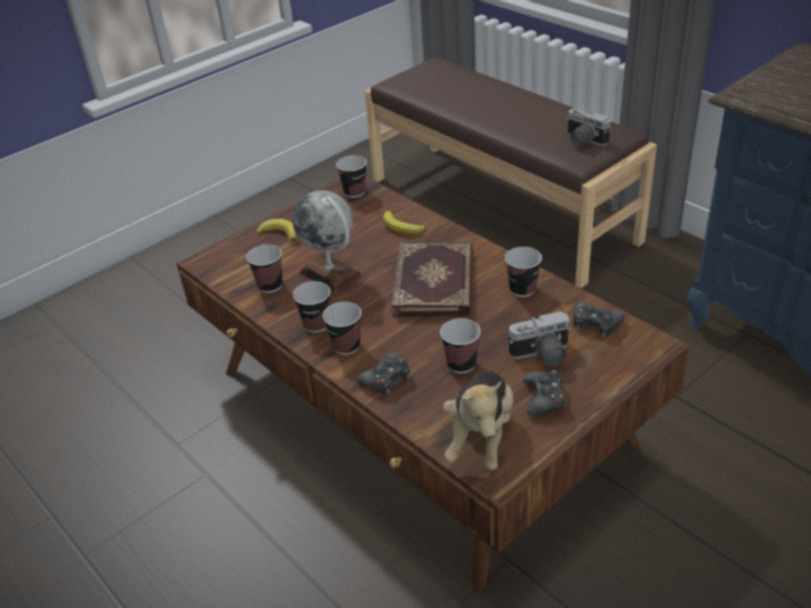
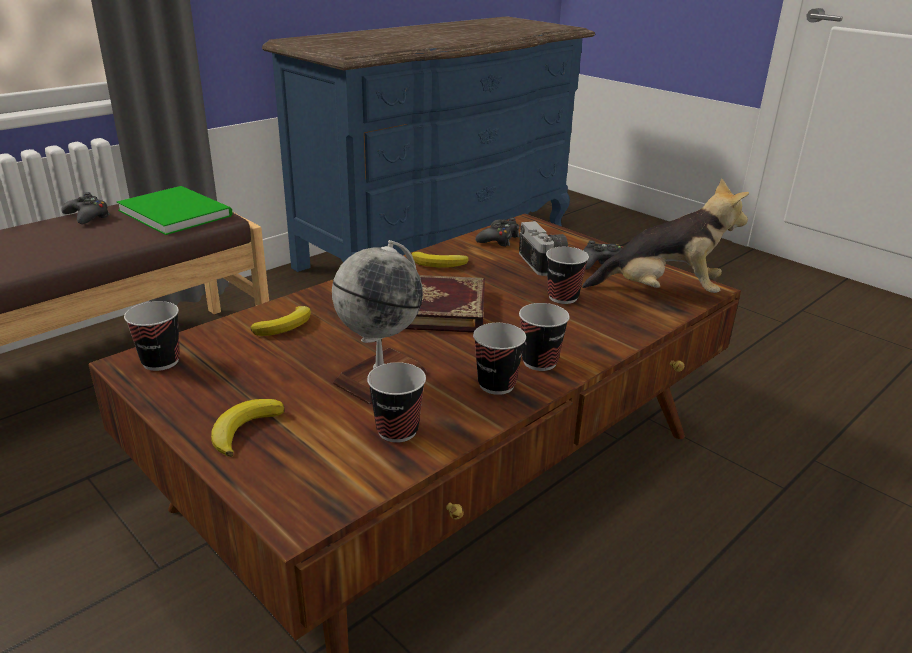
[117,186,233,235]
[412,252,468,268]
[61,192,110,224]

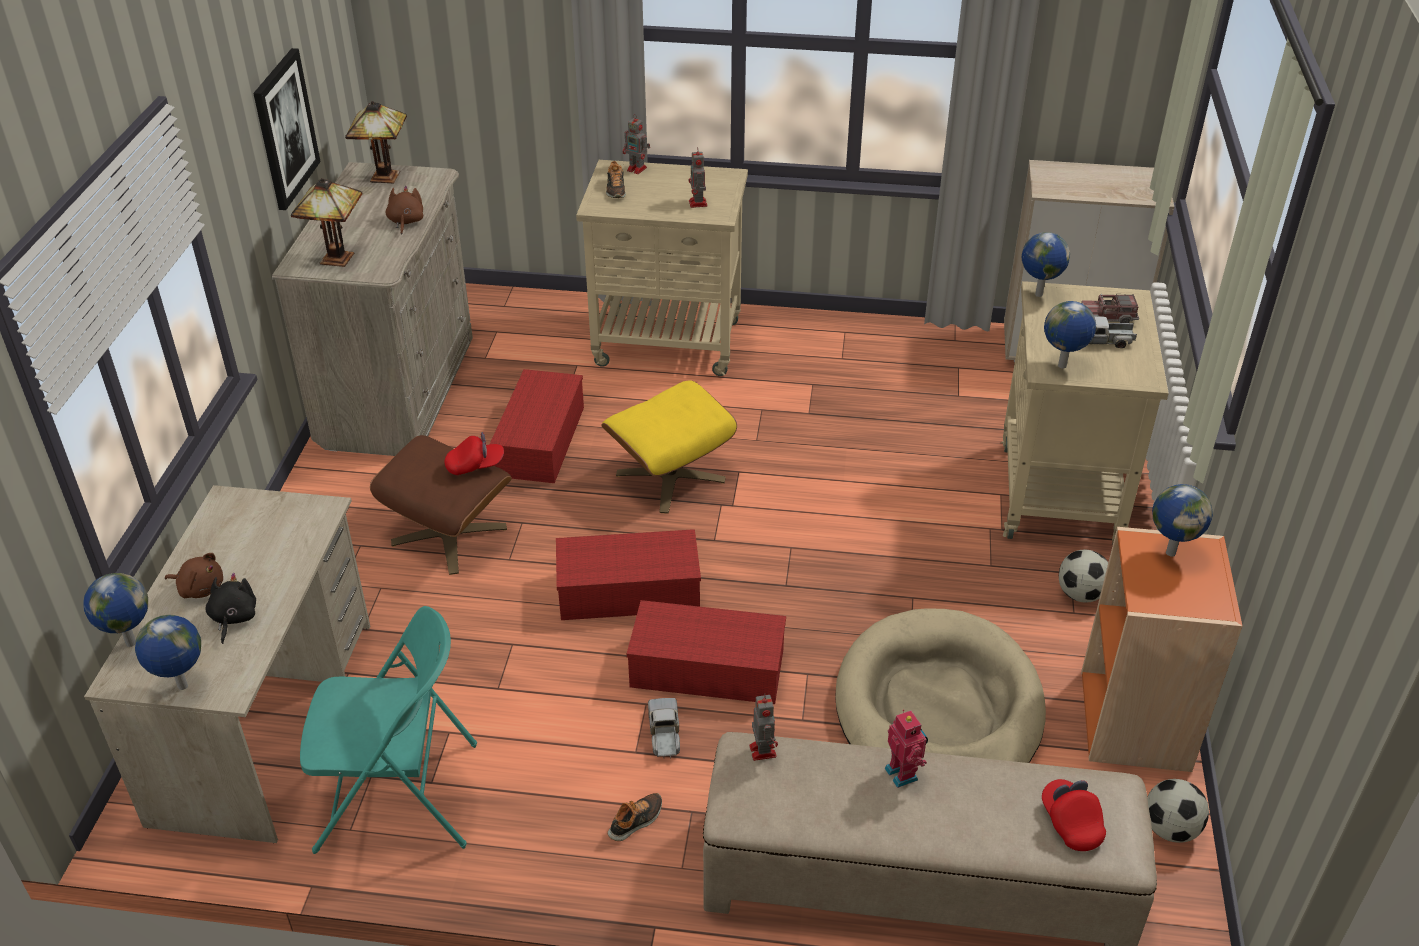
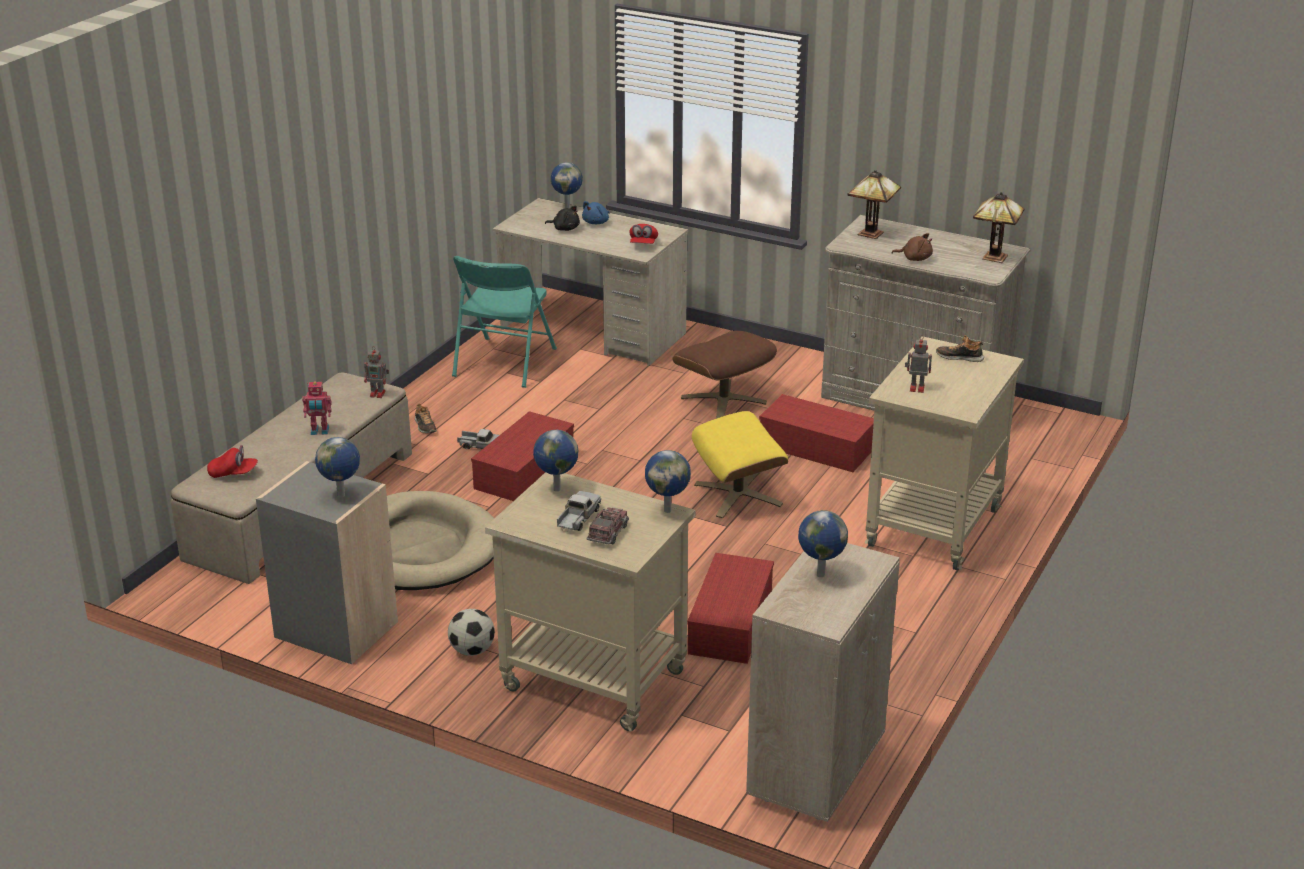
[253,48,321,210] (first image)
[623,114,650,174] (first image)
[629,224,658,244]
[256,461,398,664]
[687,553,774,664]
[582,201,610,224]
[798,510,848,577]
[1147,779,1209,843] (first image)

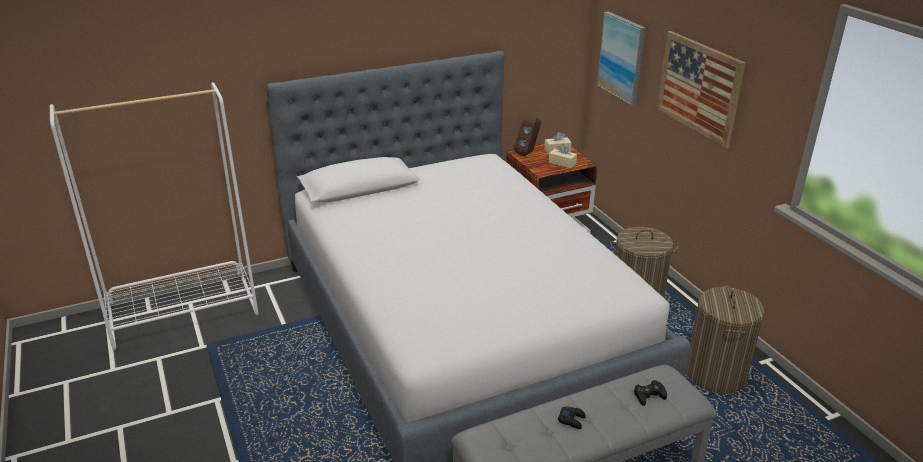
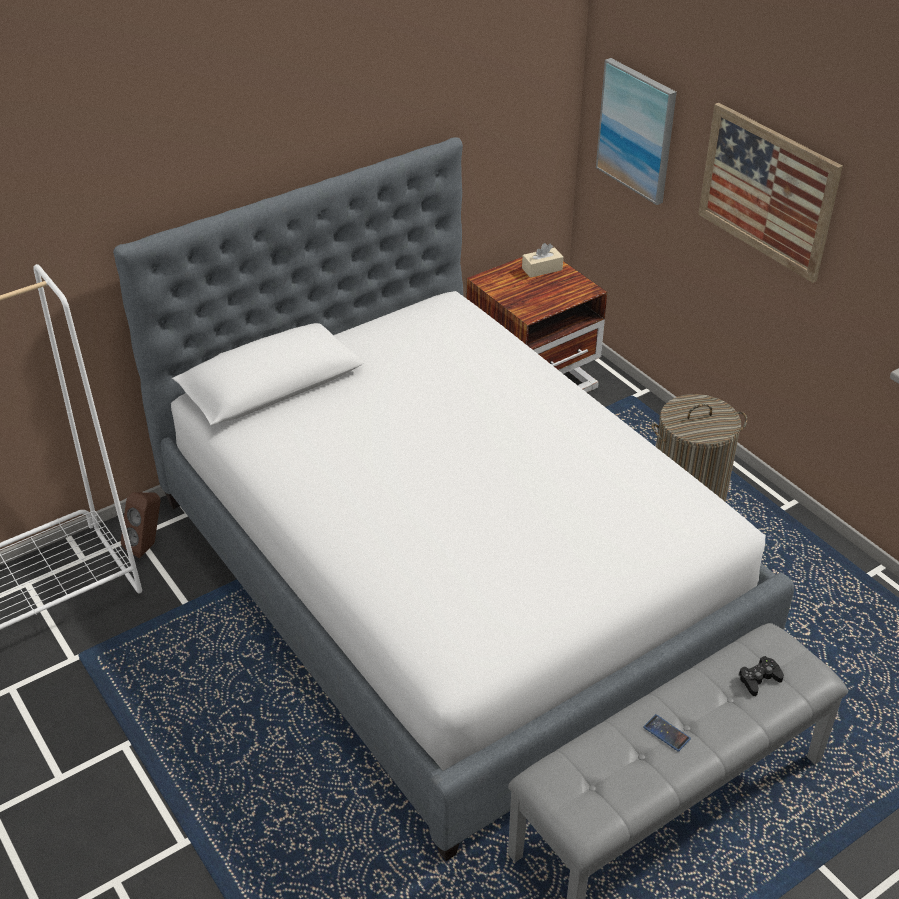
[121,492,160,558]
[549,144,577,168] (first image)
[686,286,764,394] (first image)
[643,714,691,752]

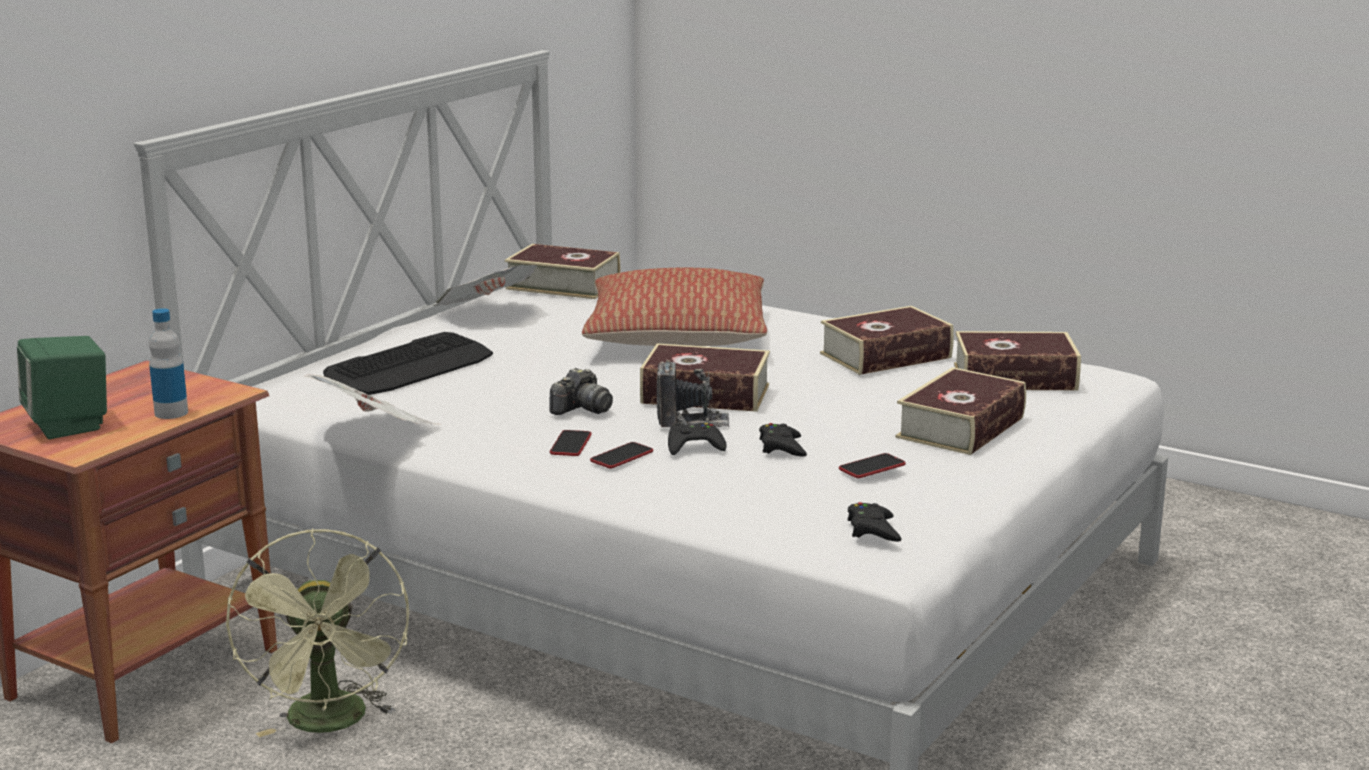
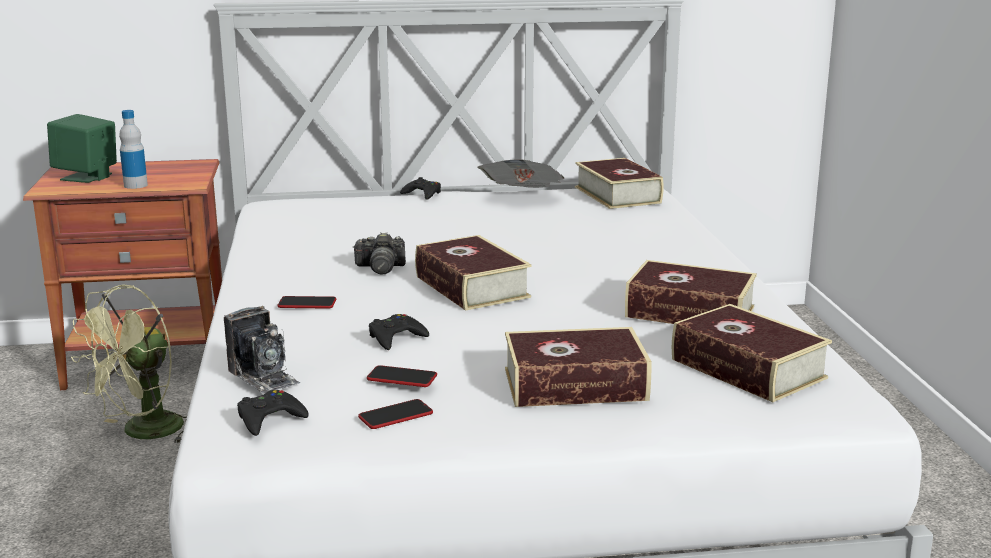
[582,268,767,346] (first image)
[323,332,493,395] (first image)
[224,306,300,394]
[305,375,442,425] (first image)
[400,177,441,200]
[358,399,433,429]

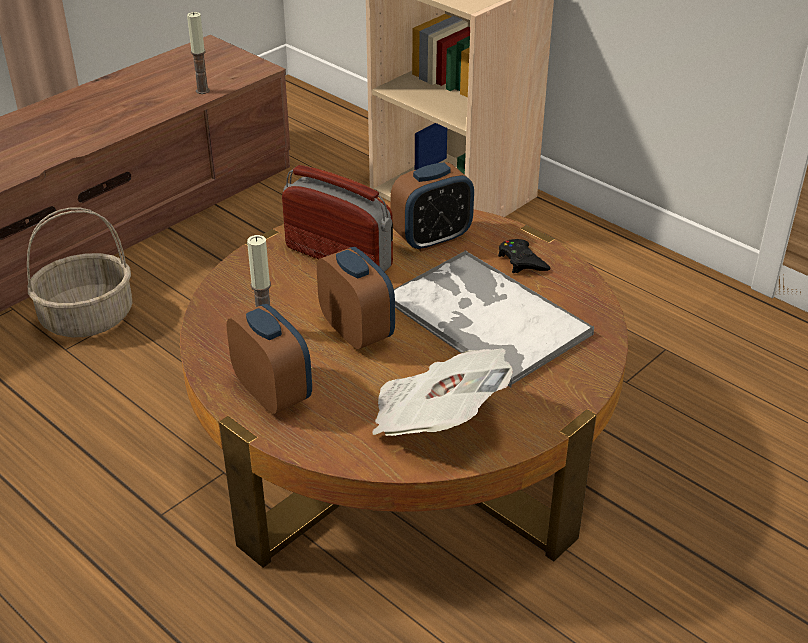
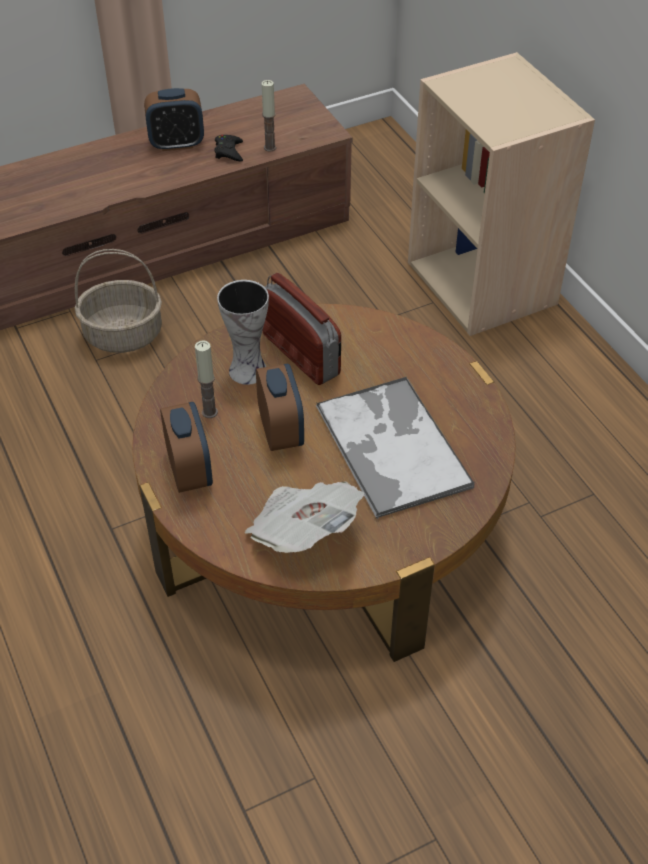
[144,88,204,151]
[214,135,243,162]
[217,280,269,385]

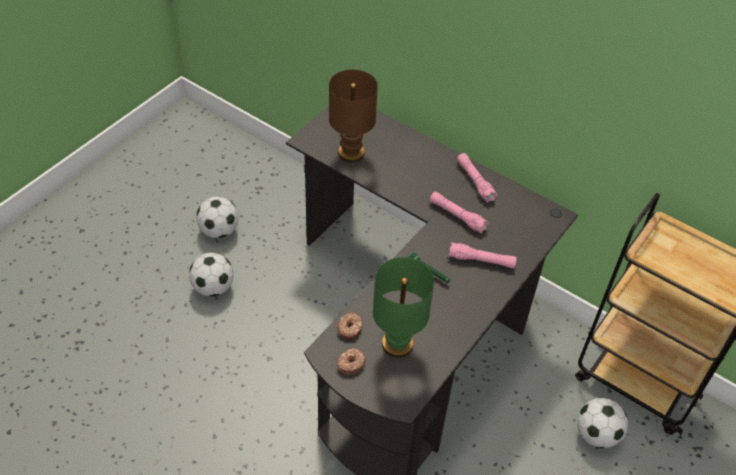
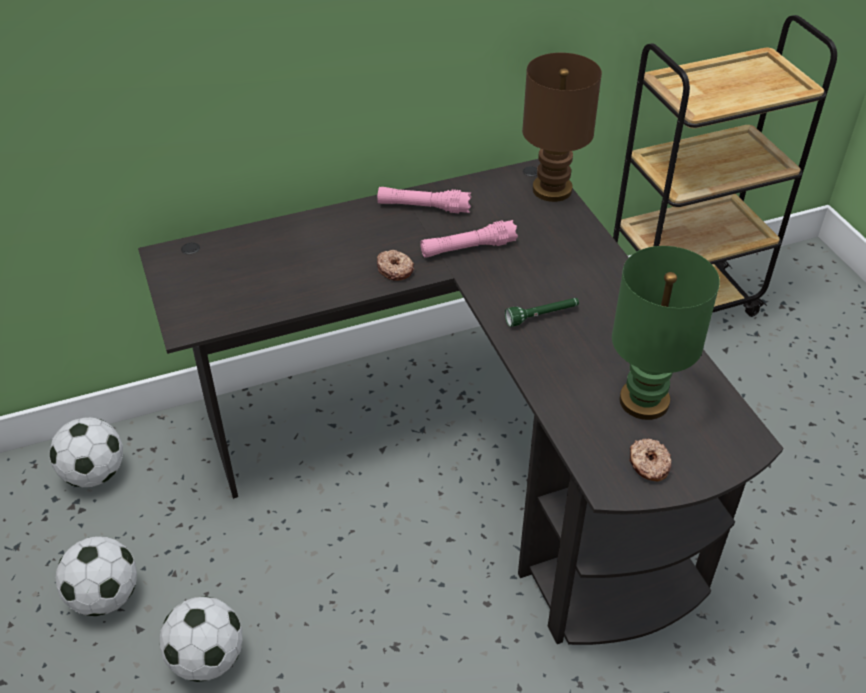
[522,53,602,202]
[449,243,516,268] (first image)
[377,250,414,281]
[50,417,123,487]

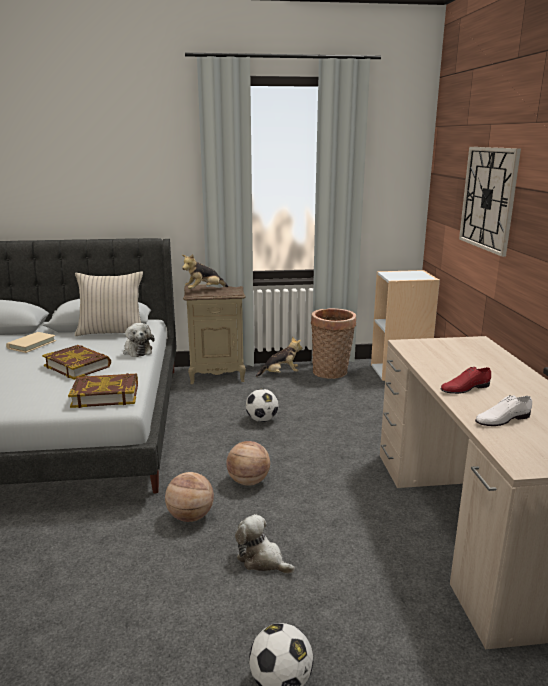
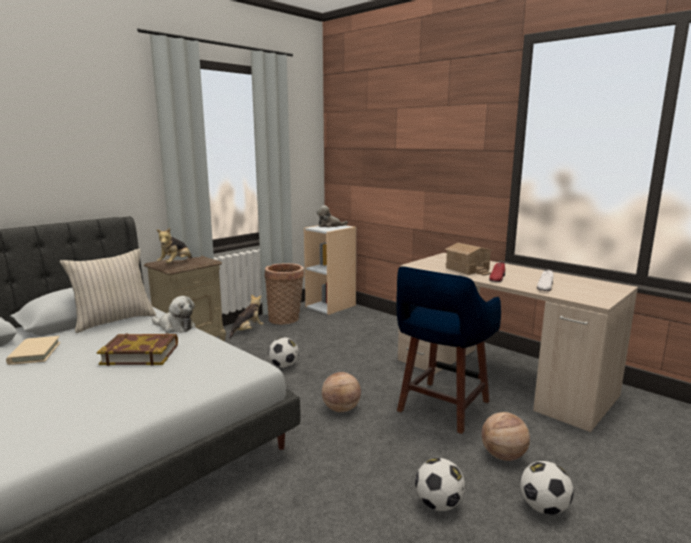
[459,147,521,257] (first image)
[68,373,138,408] (first image)
[482,412,530,461]
[316,205,348,227]
[445,243,492,276]
[396,267,501,434]
[415,458,465,511]

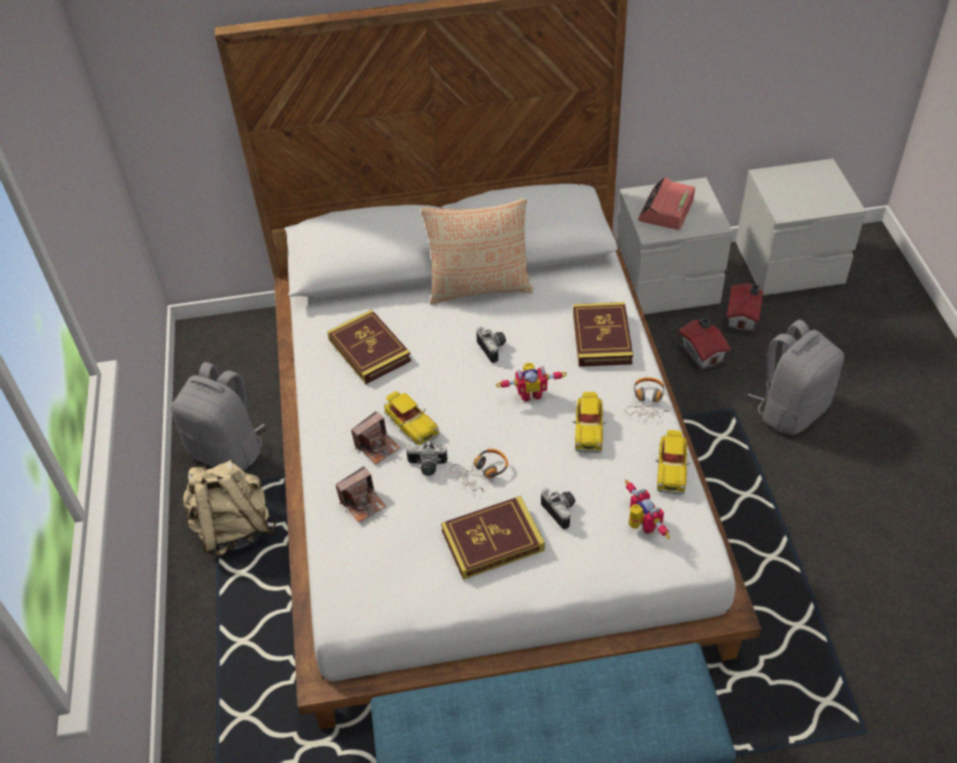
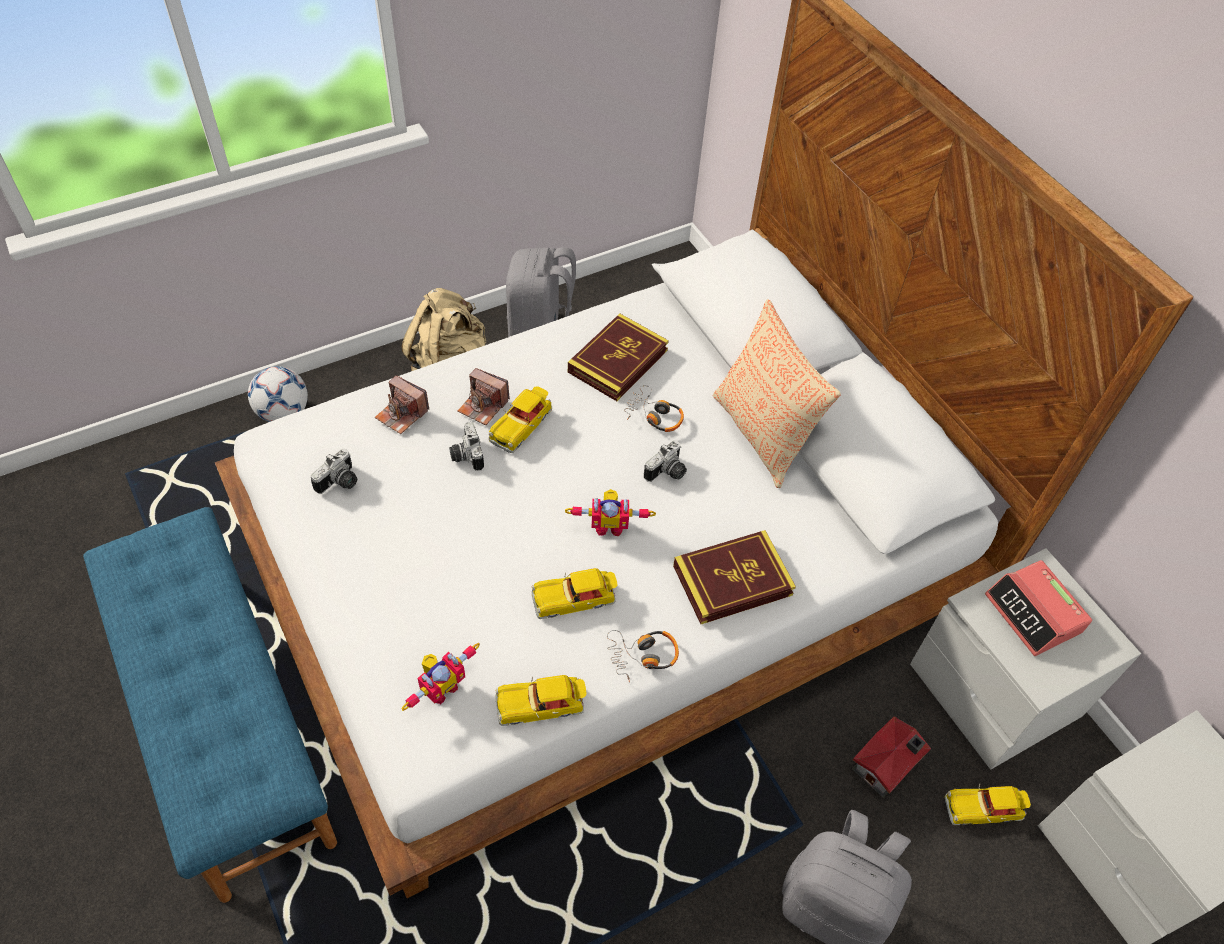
[985,560,1092,656]
[945,783,1031,825]
[565,489,656,536]
[624,385,684,432]
[311,449,357,494]
[441,496,545,580] (first image)
[248,366,308,422]

